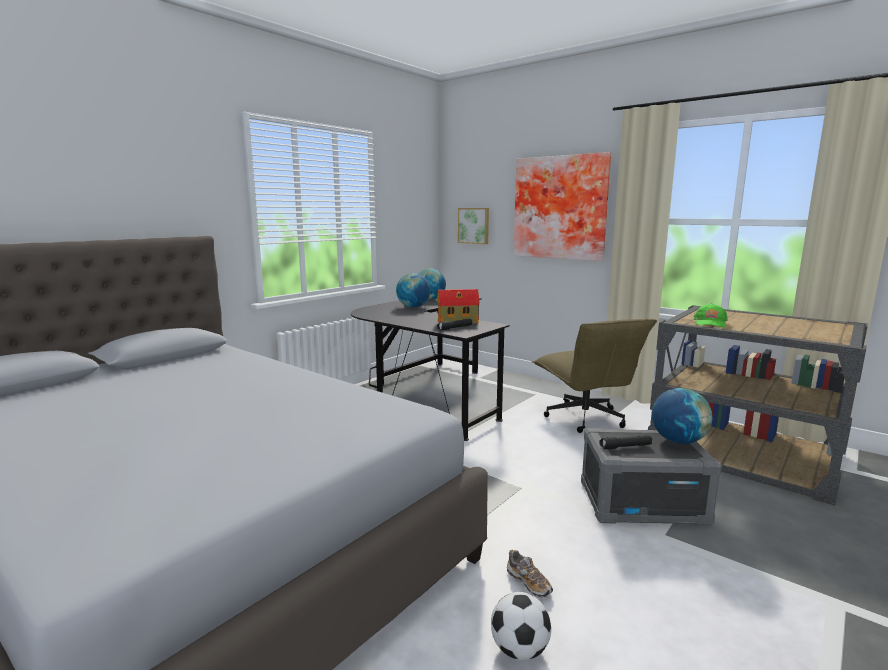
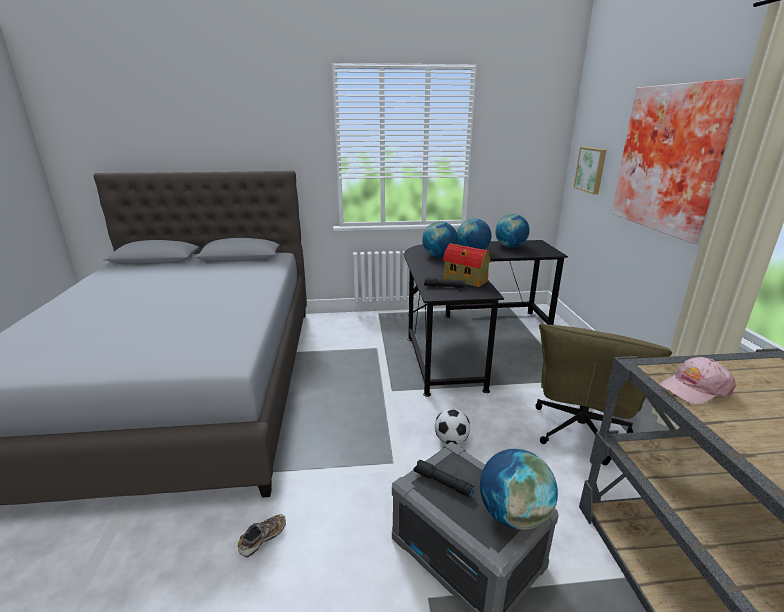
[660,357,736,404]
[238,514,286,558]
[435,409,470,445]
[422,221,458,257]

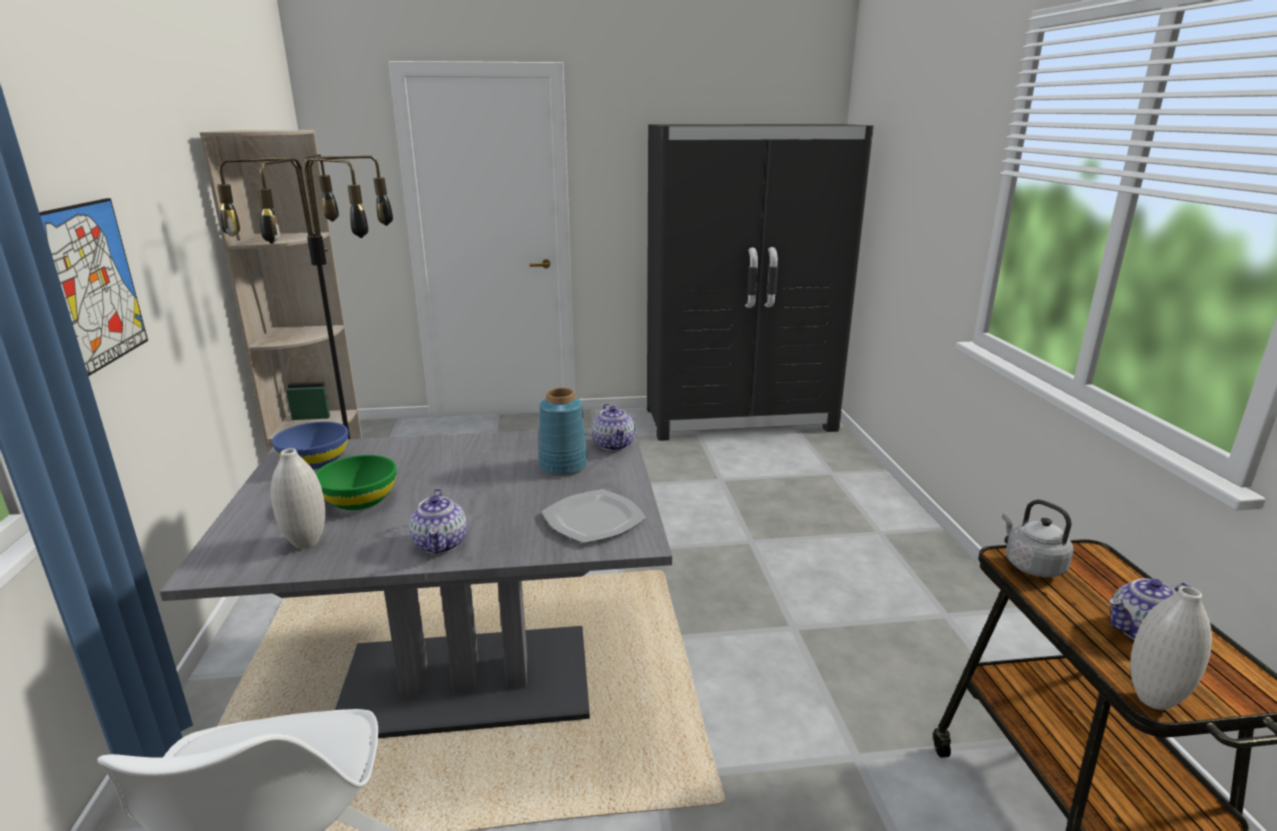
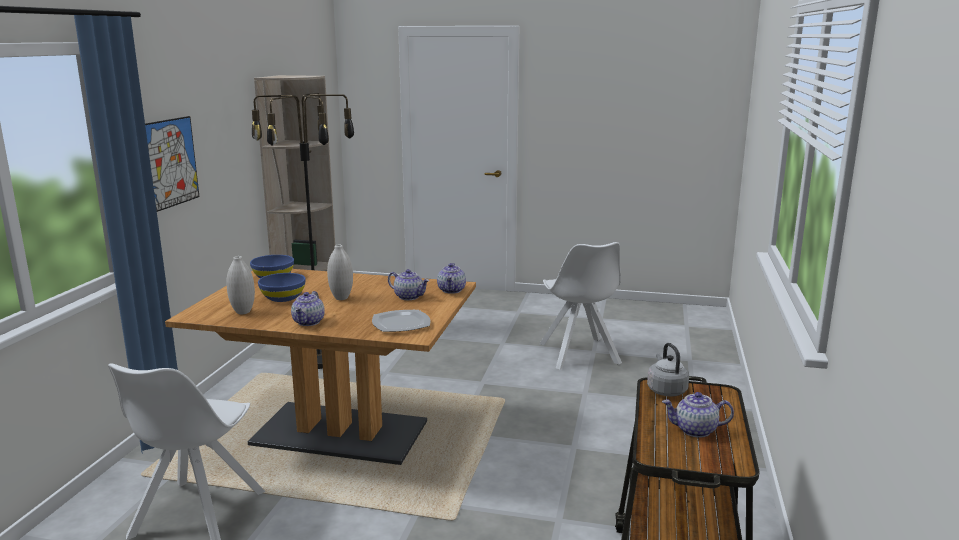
[647,124,874,441] (first image)
[388,269,430,300]
[165,269,476,465]
[258,273,306,302]
[327,245,353,300]
[540,242,622,369]

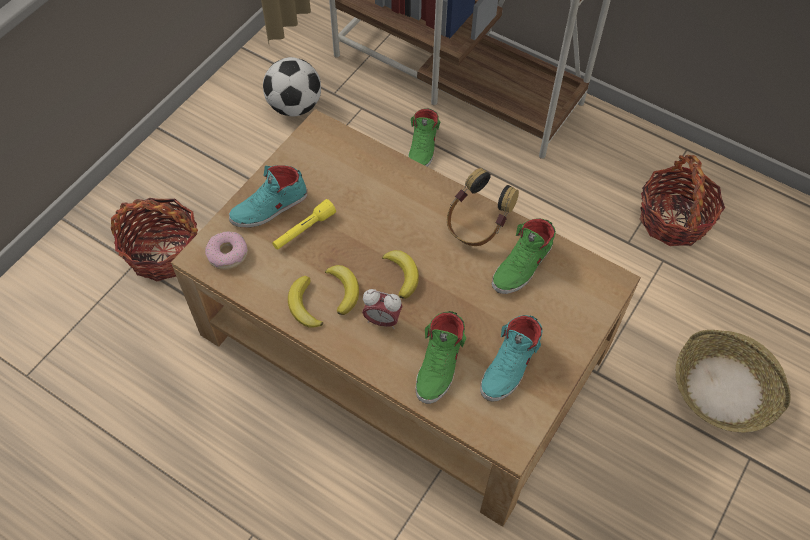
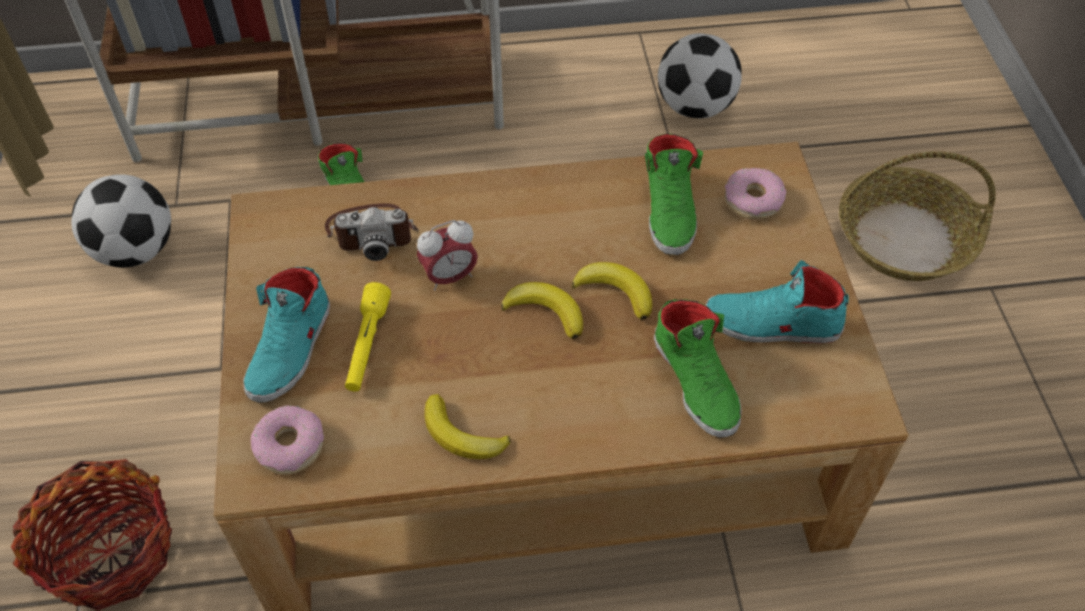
[658,33,742,118]
[447,168,519,246] (first image)
[572,262,652,320]
[417,220,478,291]
[705,260,848,343]
[725,168,786,220]
[325,203,419,261]

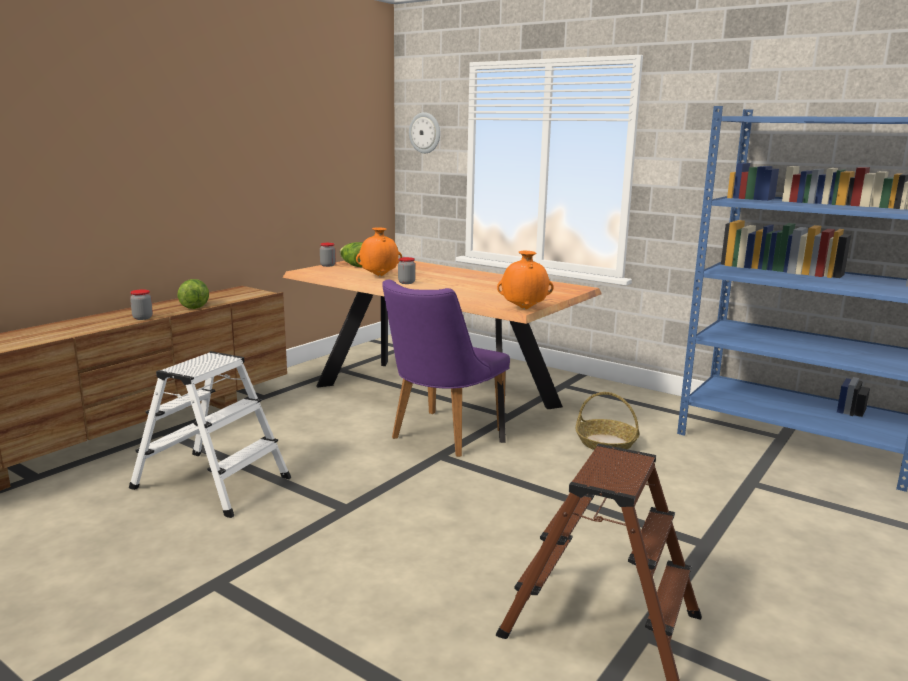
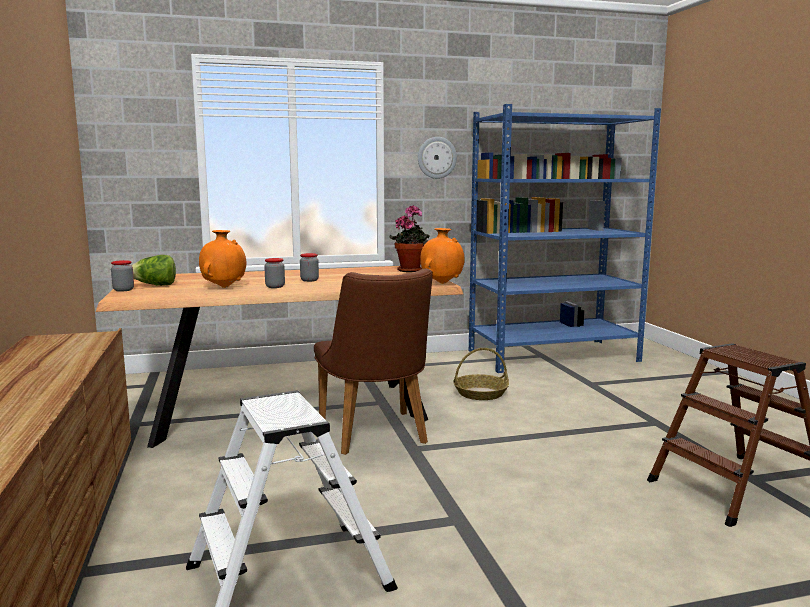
[418,137,457,179]
[177,279,209,309] (first image)
[314,269,432,455]
[300,253,319,282]
[389,205,430,272]

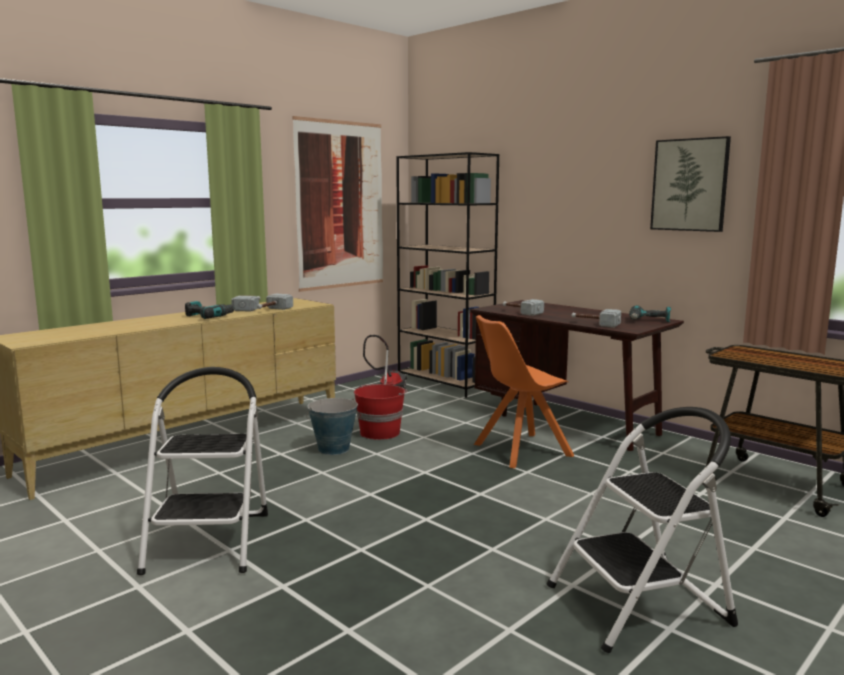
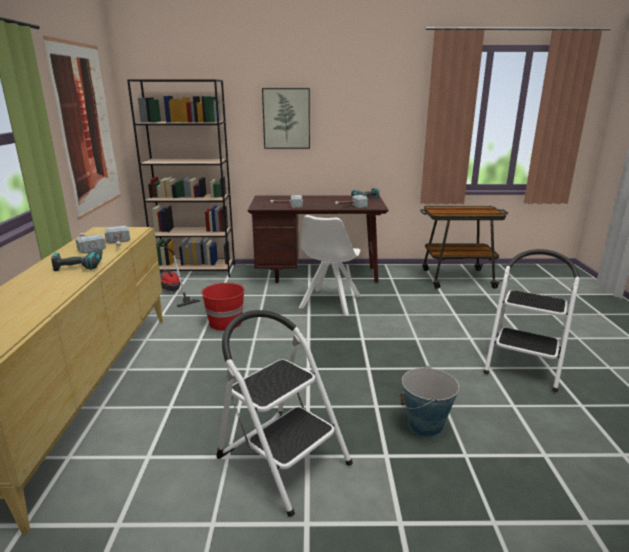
[262,88,310,149]
[299,215,361,316]
[400,366,459,437]

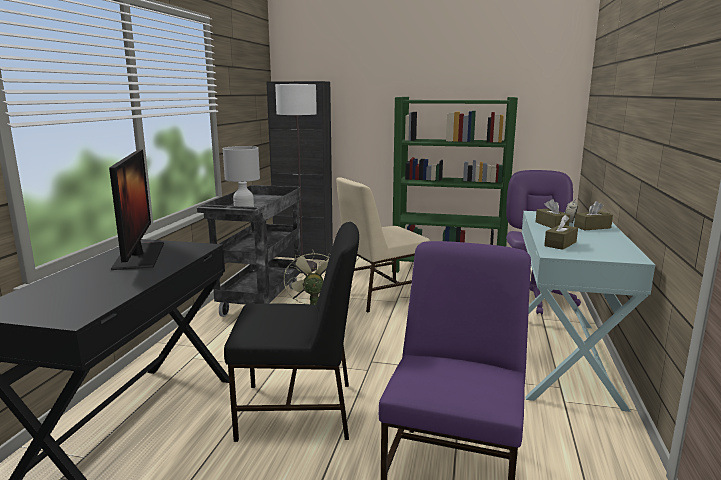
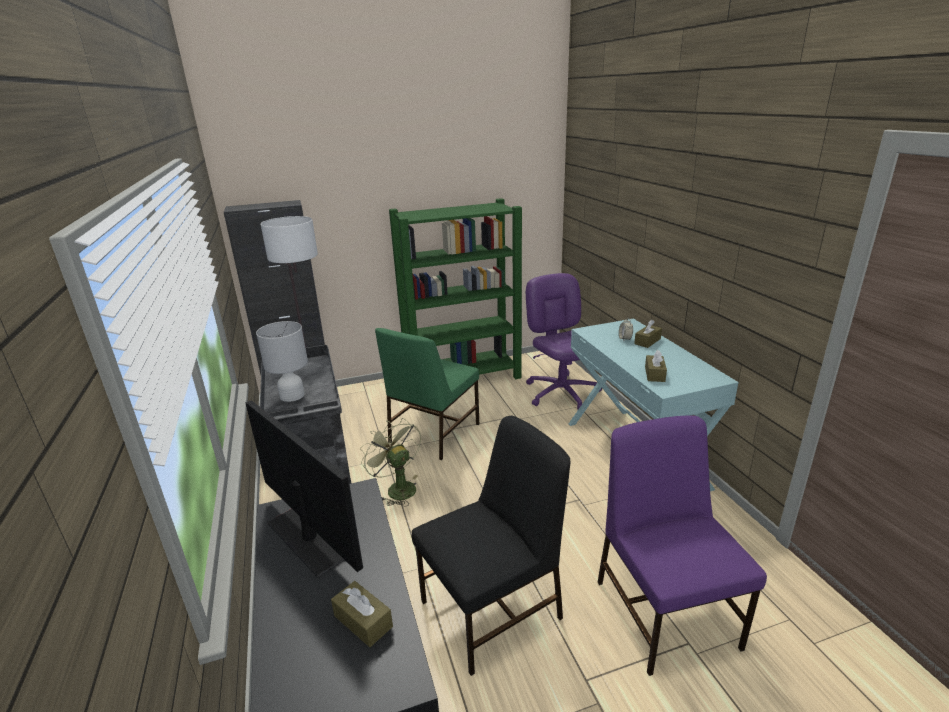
[375,328,479,460]
[331,581,393,647]

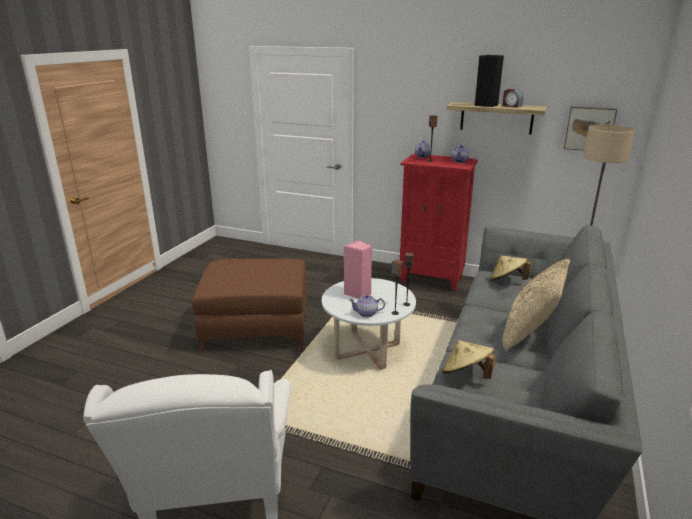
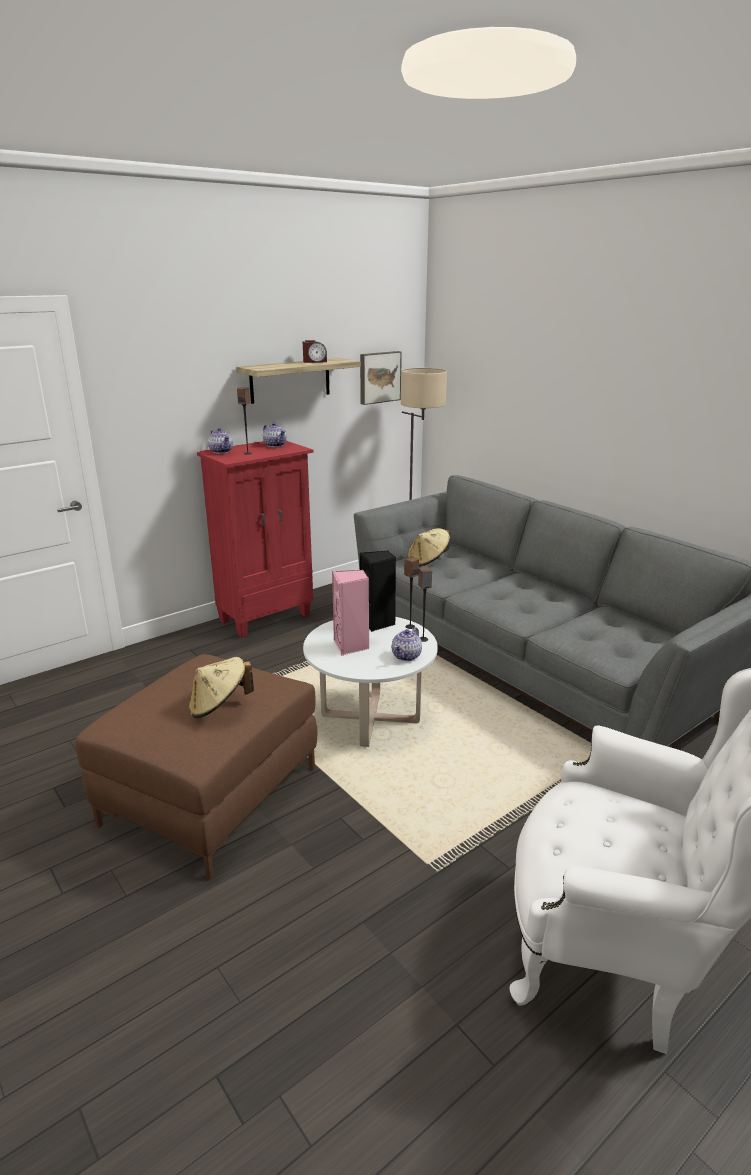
[360,551,396,632]
[502,259,570,351] (first image)
[189,657,254,718]

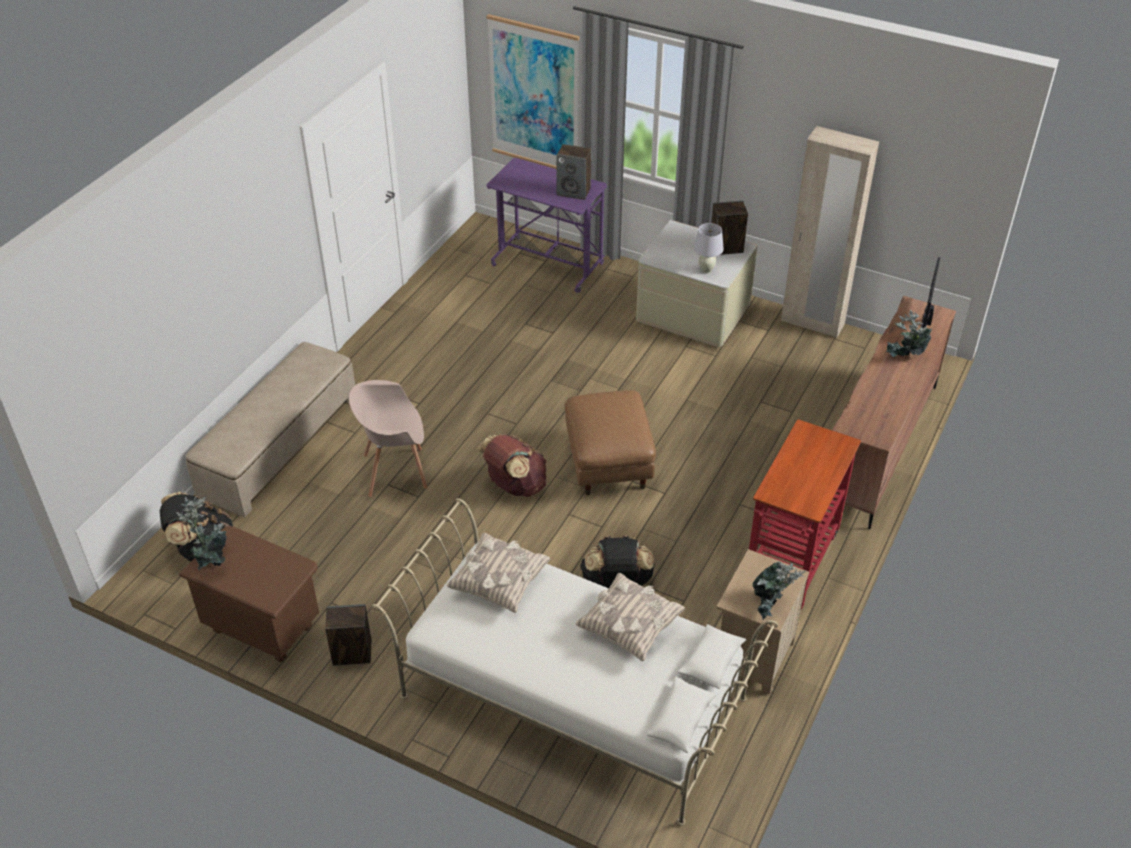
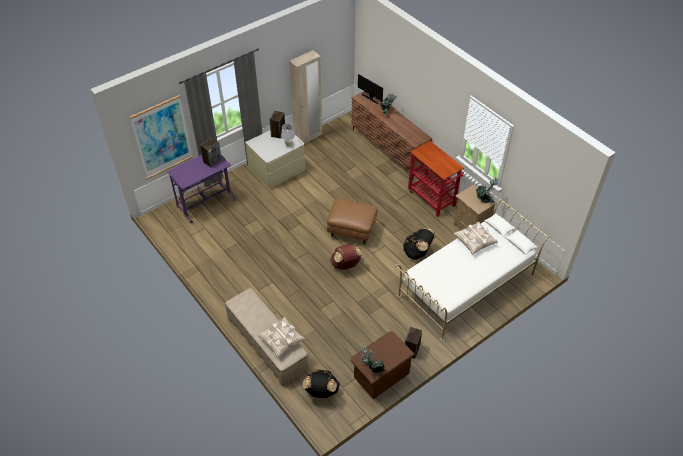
[349,380,427,497] (first image)
[258,317,305,358]

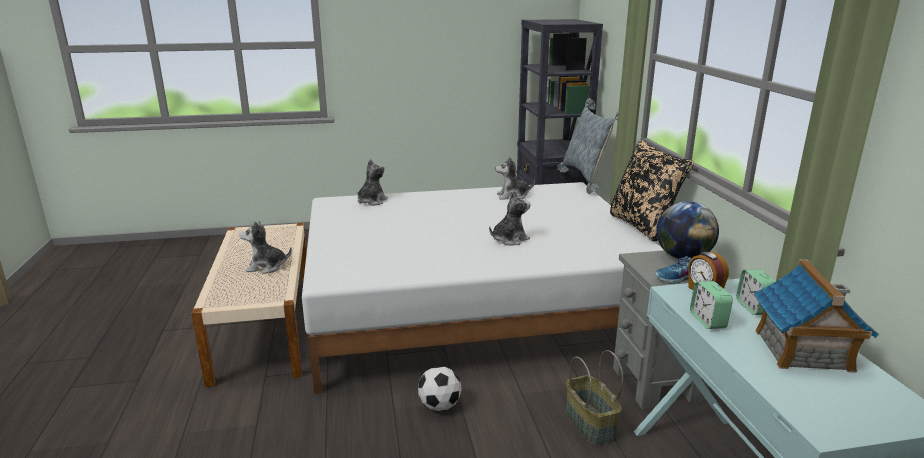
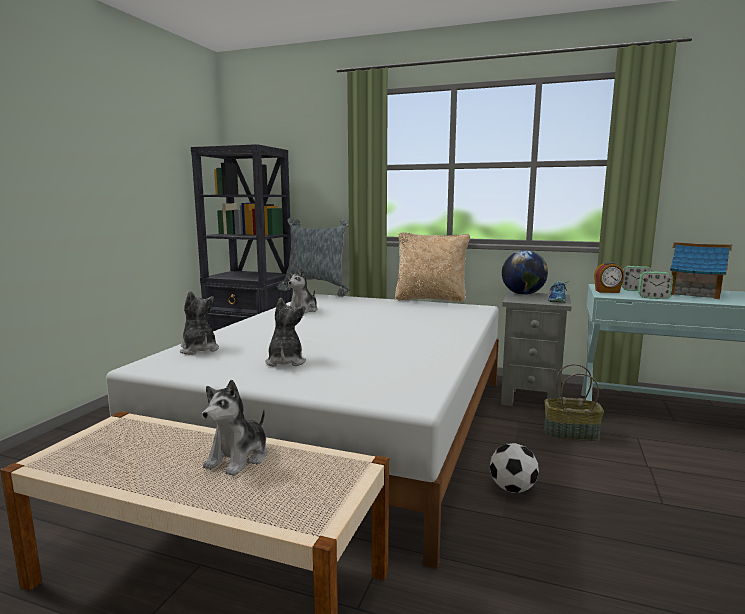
[395,232,470,302]
[265,298,306,367]

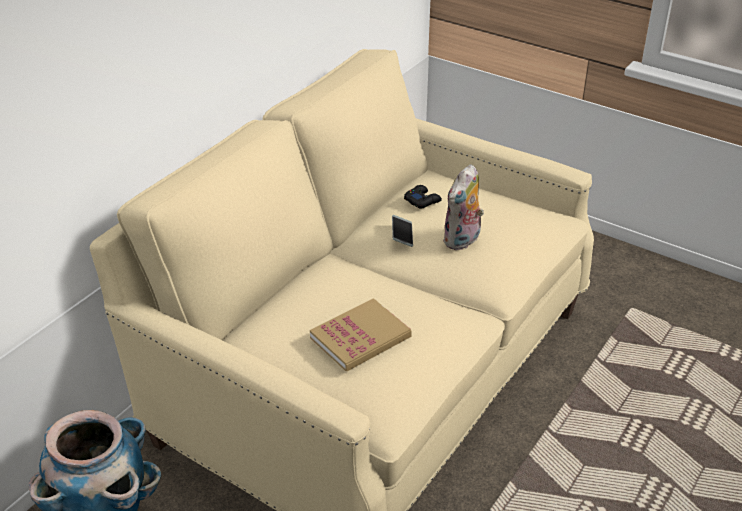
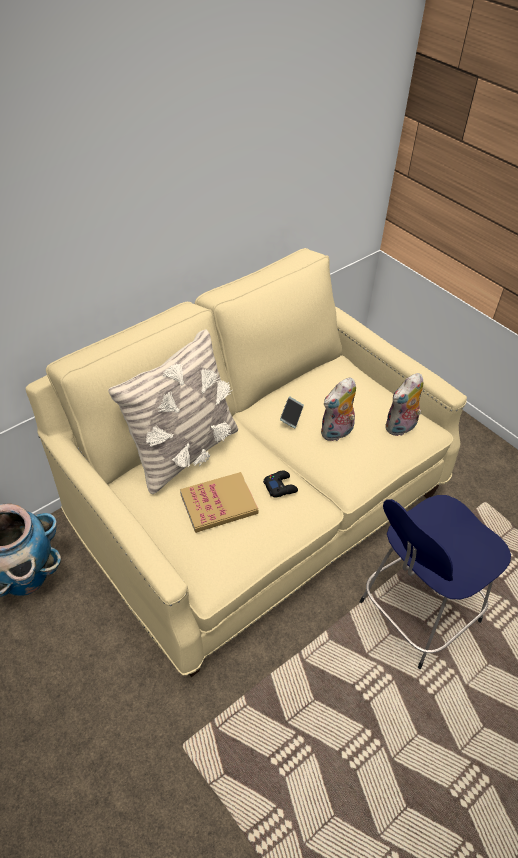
[263,471,298,498]
[108,329,238,494]
[386,373,423,437]
[359,495,511,669]

